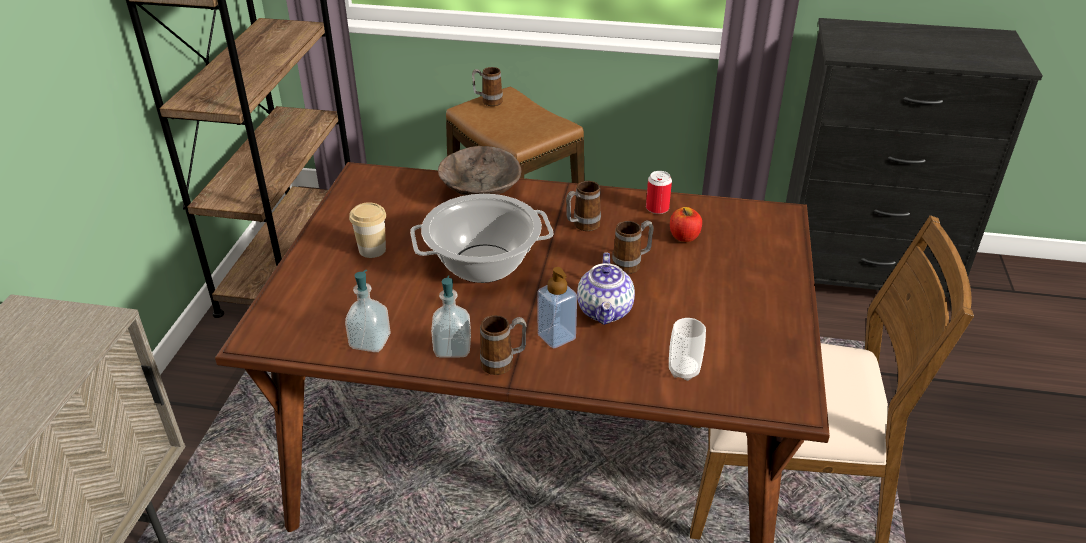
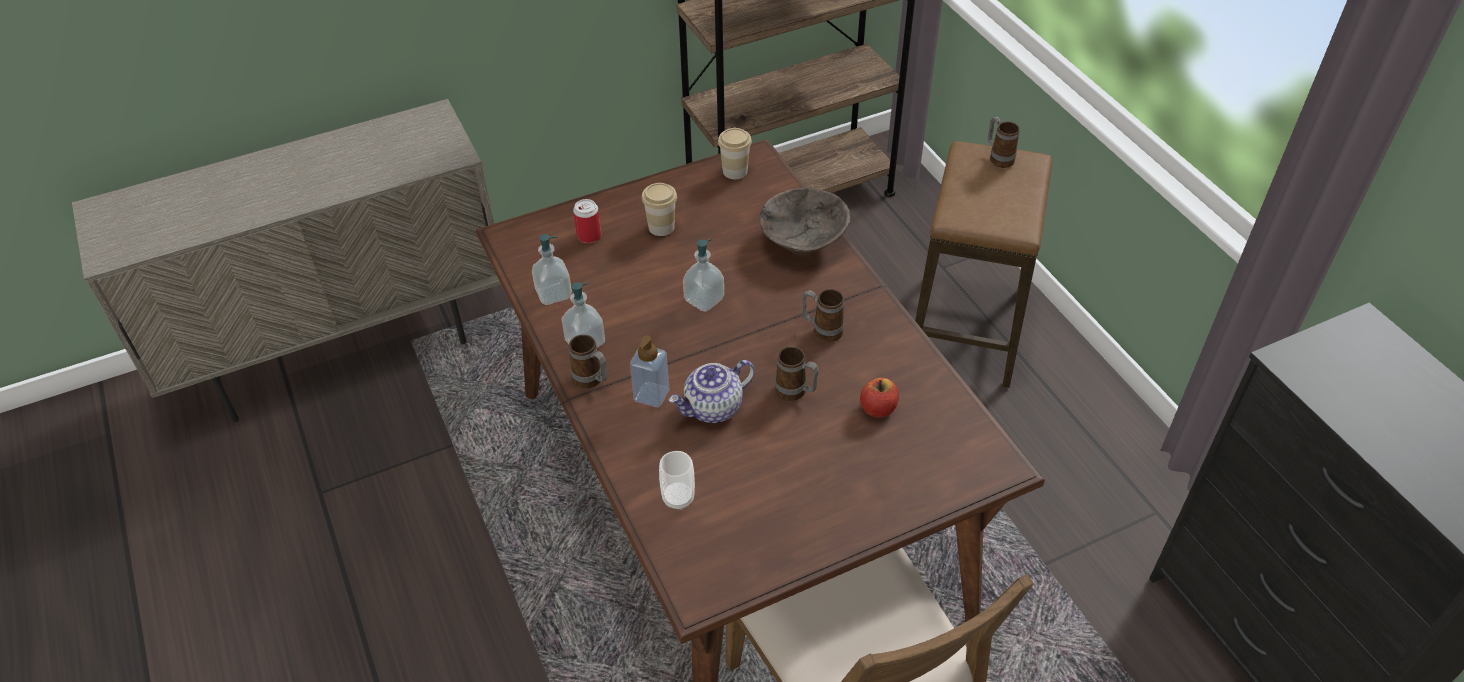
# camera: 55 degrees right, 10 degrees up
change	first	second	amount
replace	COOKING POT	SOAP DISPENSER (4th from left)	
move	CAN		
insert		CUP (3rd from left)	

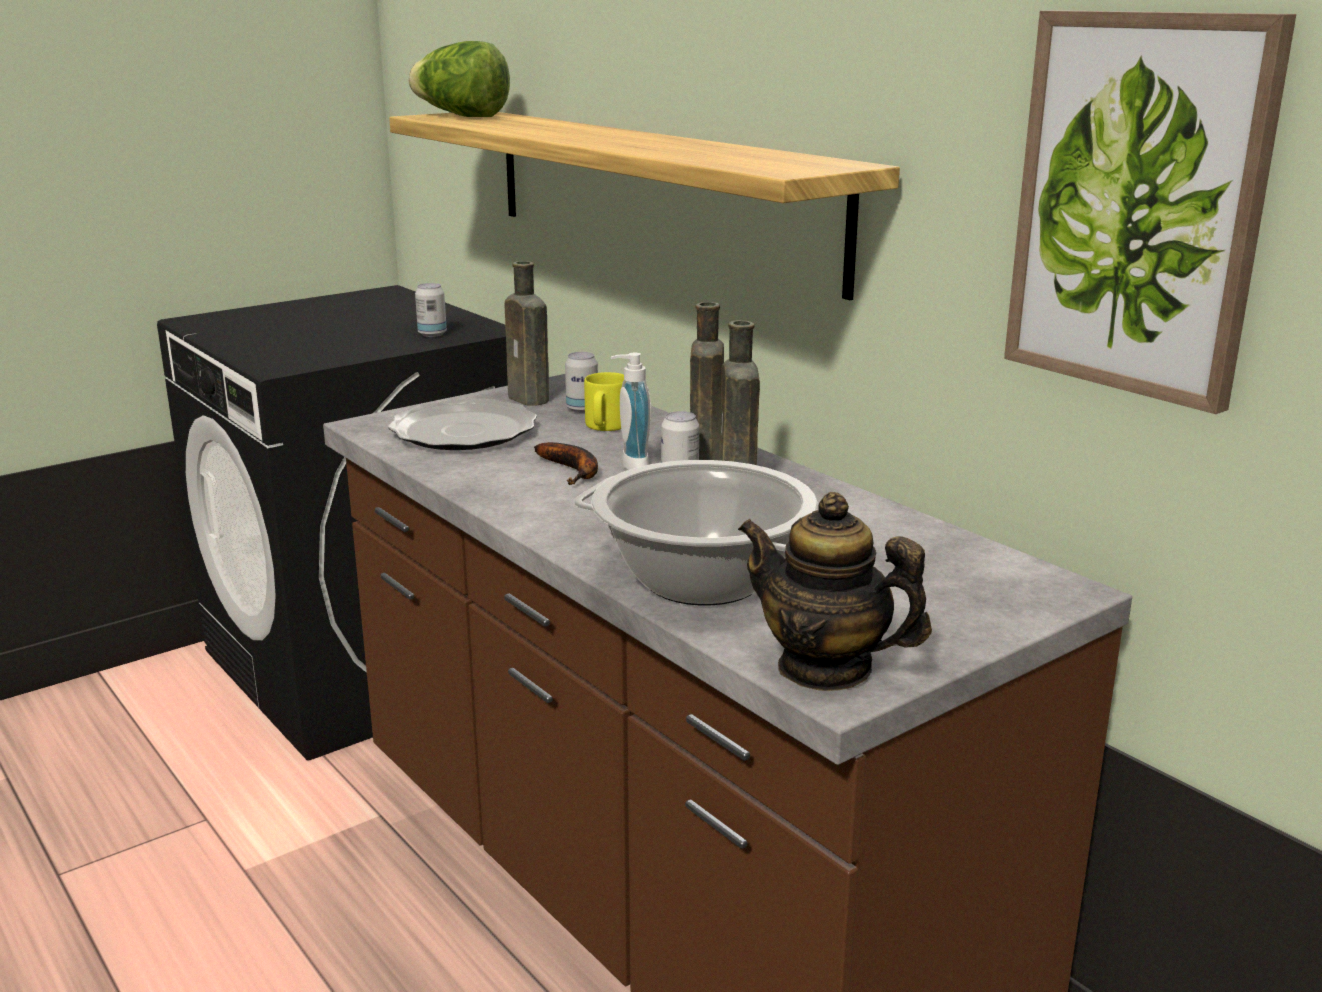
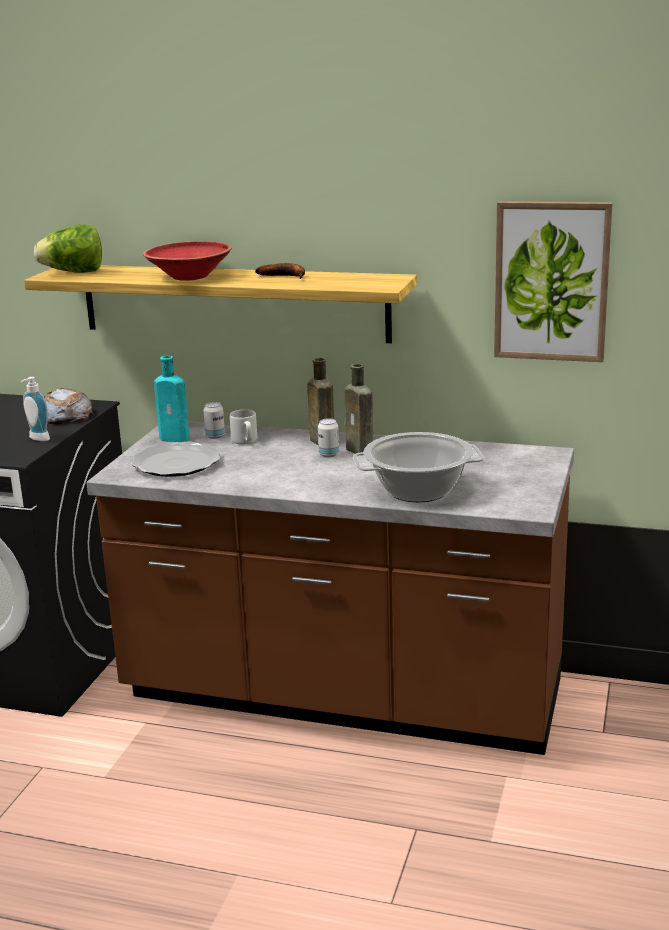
# camera: 35 degrees left, 0 degrees up
change	first	second	amount
replace	CAN (1st from left)	BREAD	
recolor	BROWN BOTTLE (1st from left)	TURQUOISE BOTTLE	
move	BANANA		
recolor	YELLOW MUG	GREY MUG	
move	SOAP DISPENSER		
delete	TEAPOT		
insert		RED BOWL	

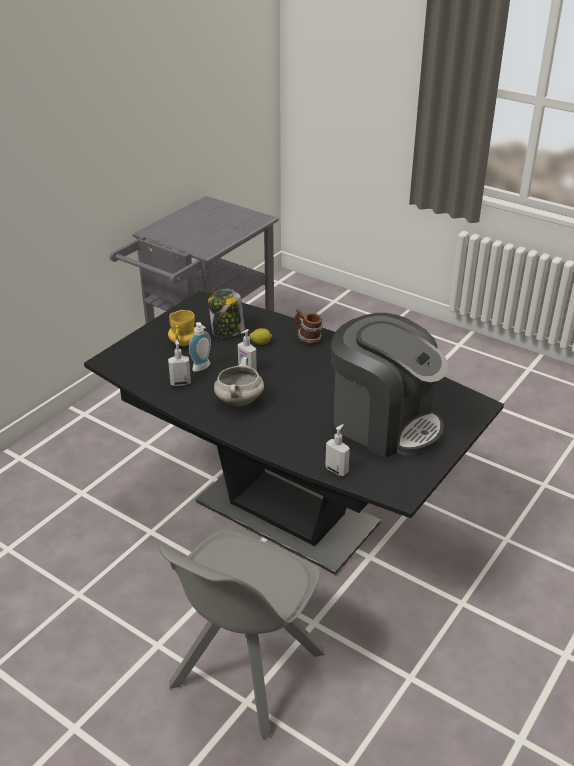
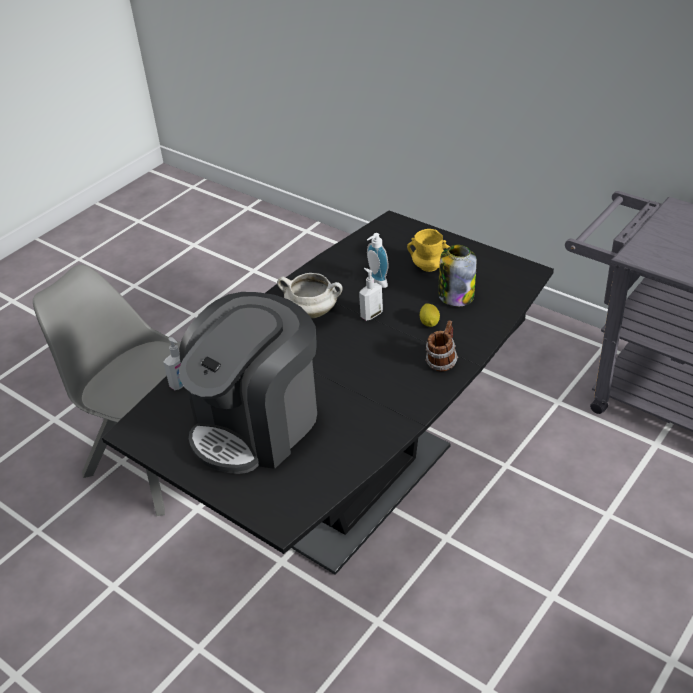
# camera: 95 degrees right, 5 degrees up
change	first	second	amount
delete	SOAP DISPENSER (1st from left)		

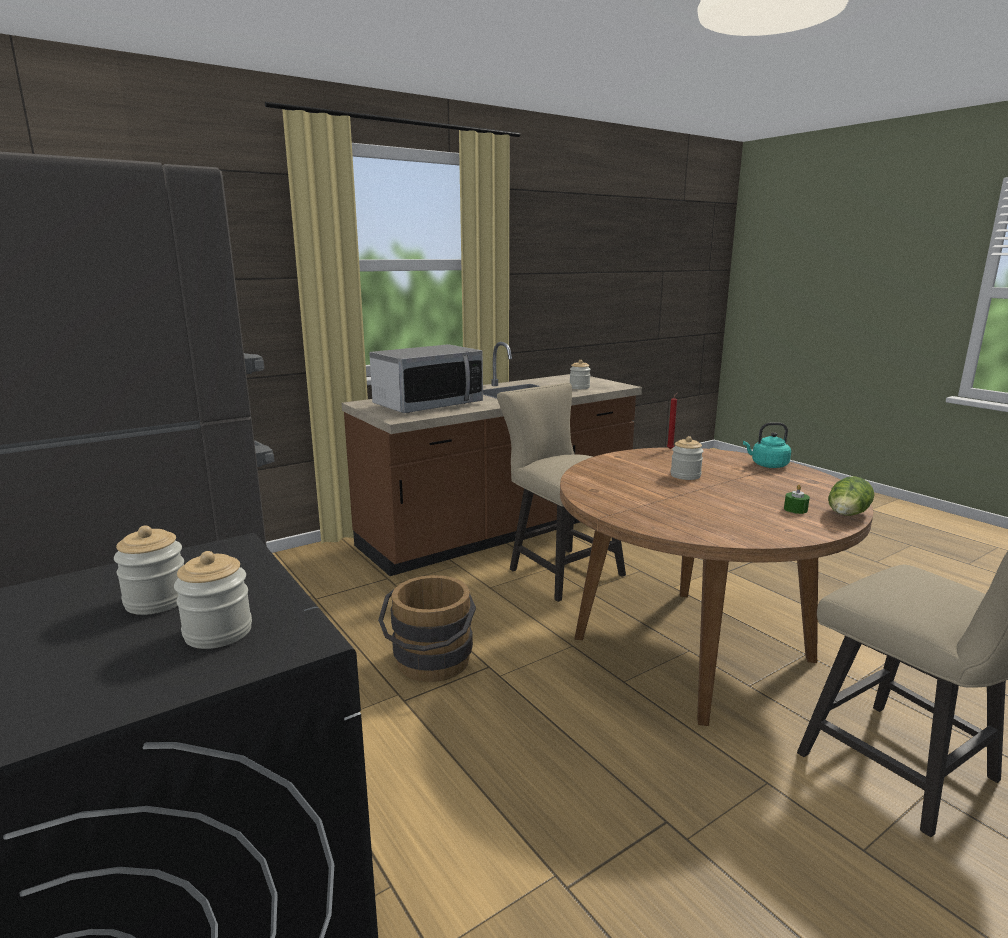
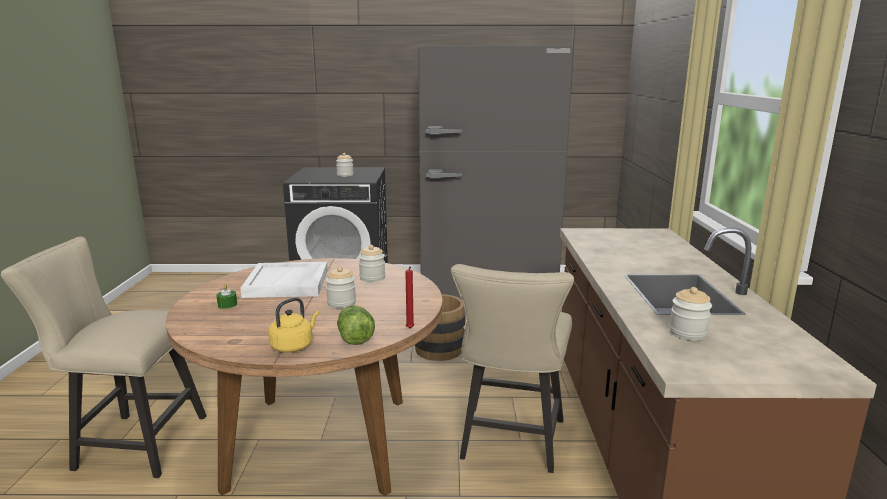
# camera: 125 degrees right, 0 degrees up
change	first	second	amount
move	JAR (2nd from left in the first image)	JAR (3rd from left)	
delete	MICROWAVE		
rotate	BEIGE CHAIR (1st from left in the first image)	BEIGE CHAIR (2nd from left)	105 degrees clockwise
recolor	TURQUOISE KETTLE	YELLOW KETTLE	
move	LETTUCE		
insert		WHITE TRAY	

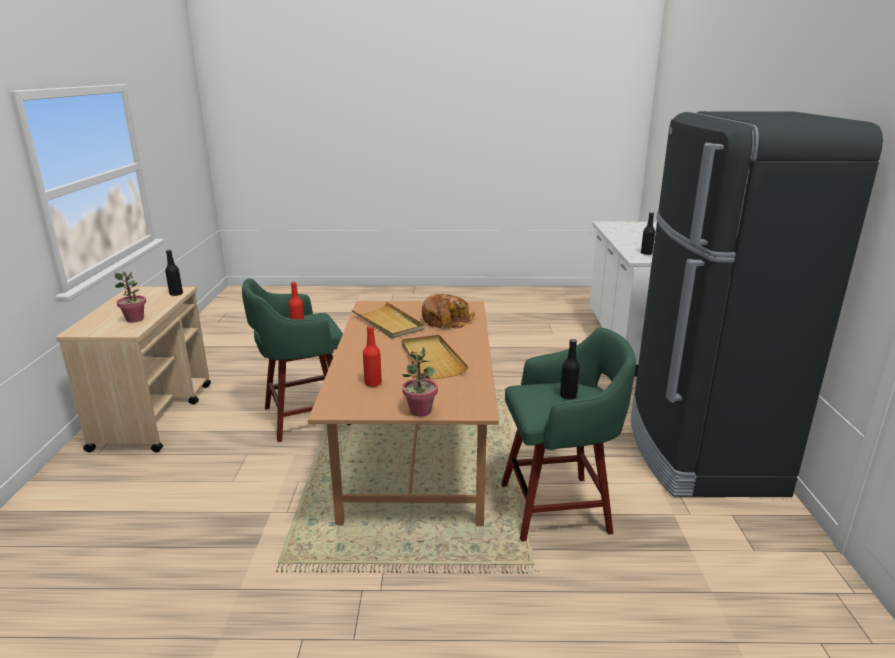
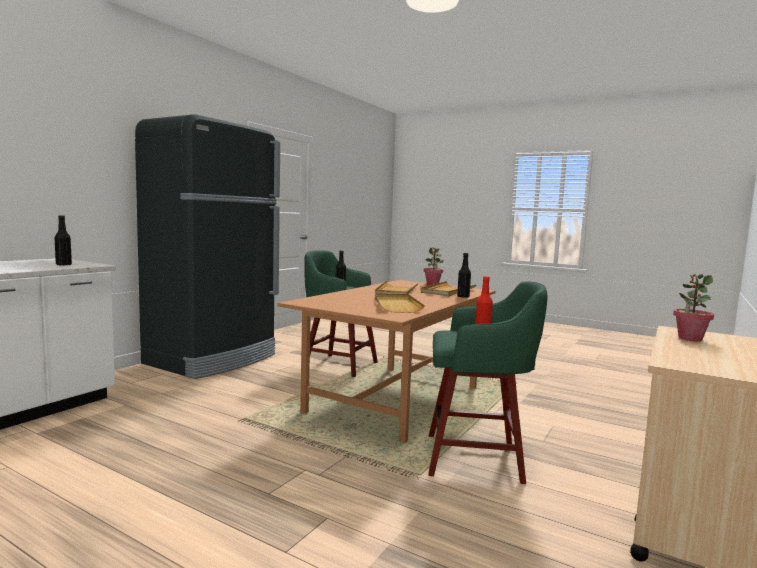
# camera: 150 degrees left, 15 degrees down
change	first	second	amount
move	BLACK BOTTLE (1st from left in the first image)	BLACK BOTTLE (3rd from left)	
replace	RED BOTTLE (2nd from left)	BEIGE TRAY (3rd from left)	
delete	BREAD		

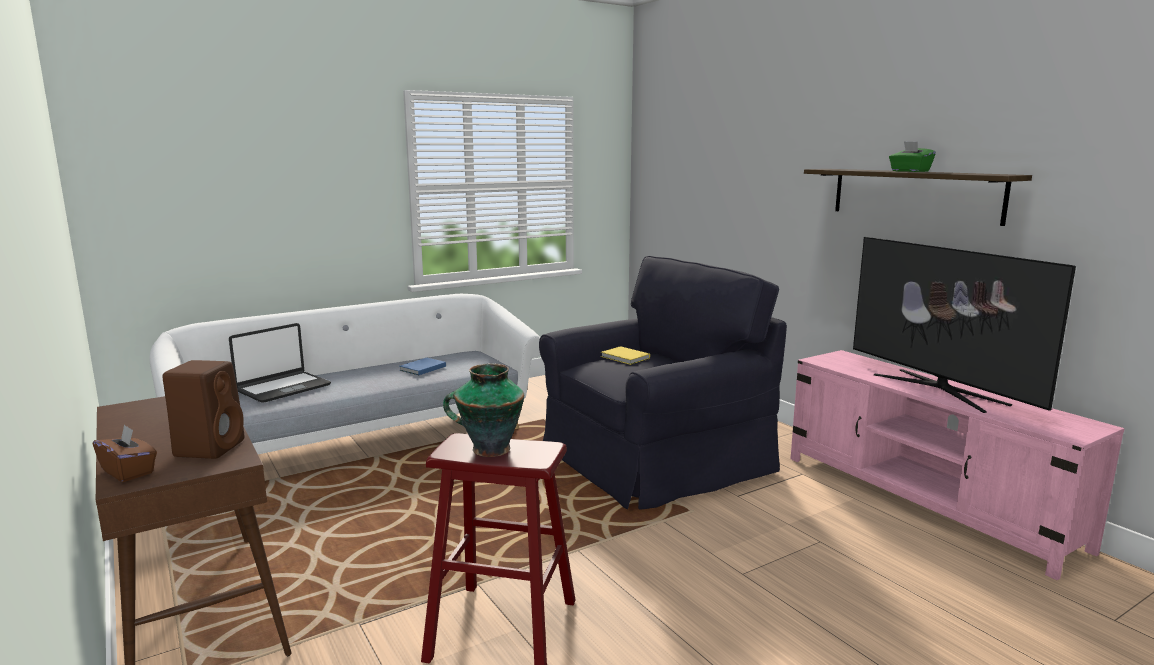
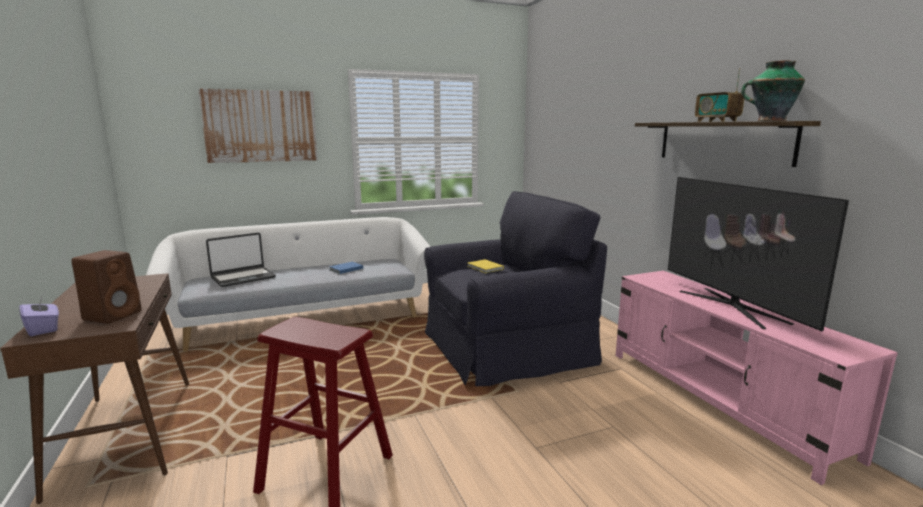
# camera: 10 degrees right, 0 degrees up
change	first	second	amount
recolor	BROWN TISSUE BOX	PURPLE TISSUE BOX	
move	VASE		
replace	GREEN TISSUE BOX	RADIO	
insert		PICTURE	

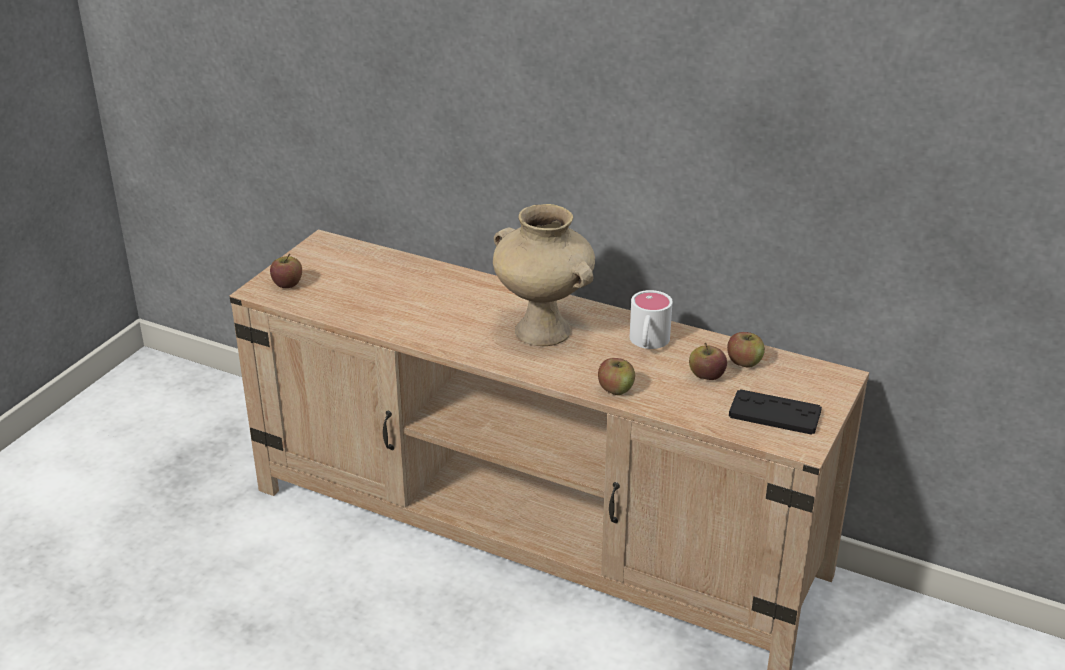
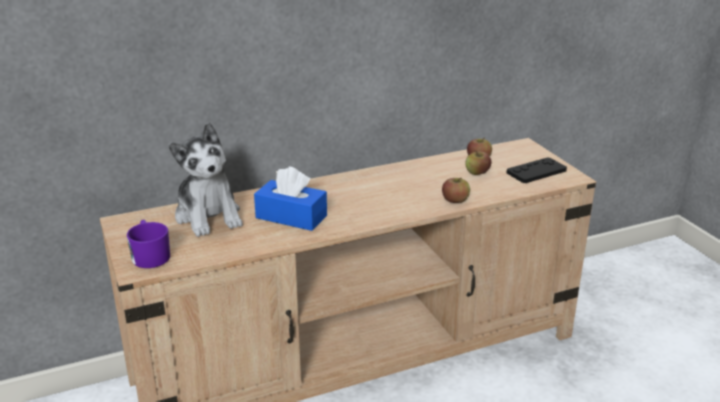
# camera: 50 degrees left, 5 degrees down
change	first	second	amount
replace	APPLE (1st from left)	PURPLE MUG	
delete	BEIGE VASE		
delete	WHITE MUG		
insert		PLUSH TOY	
insert		BLUE TISSUE BOX	

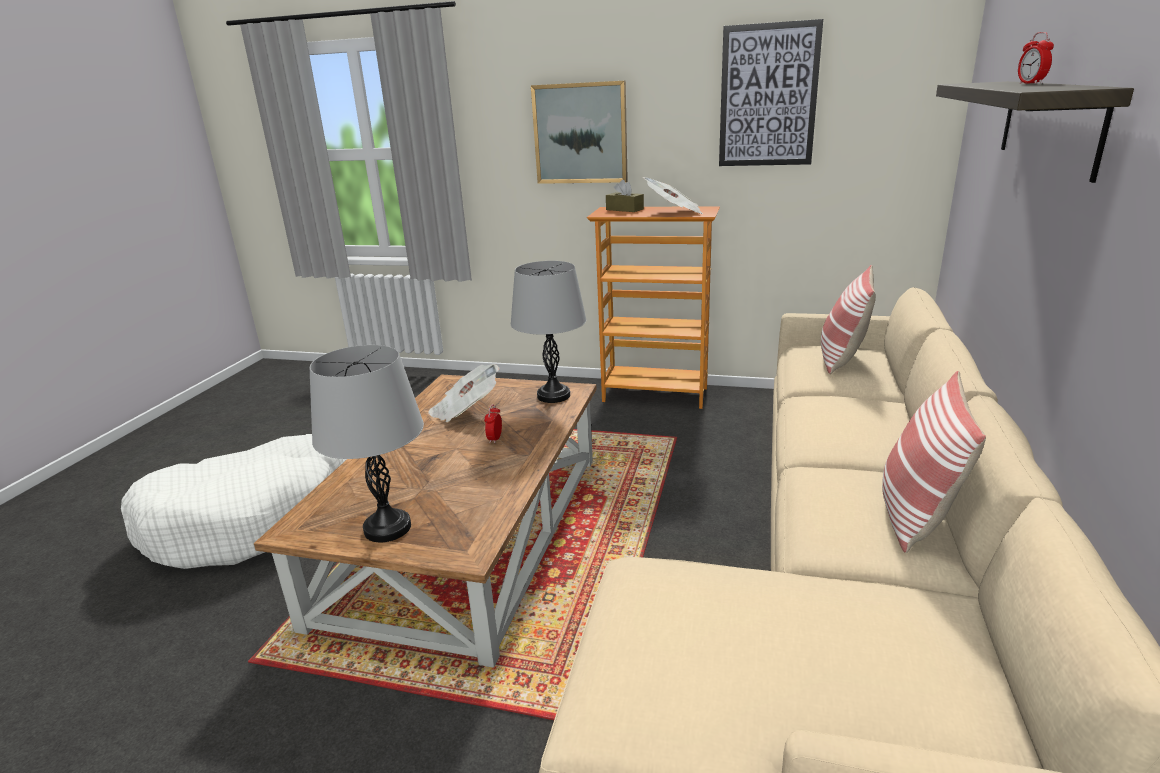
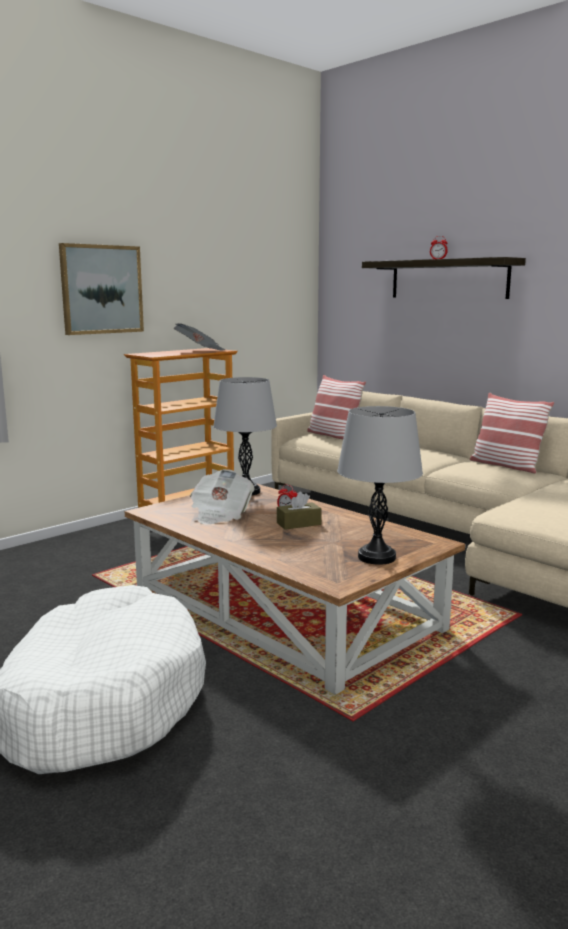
# camera: 60 degrees left, 10 degrees down
change	first	second	amount
move	BROWN TISSUE BOX		
delete	PICTURE (2nd from left)		

